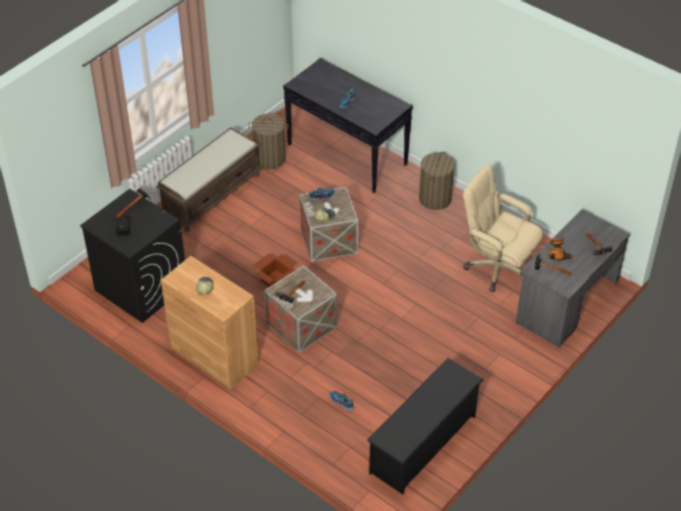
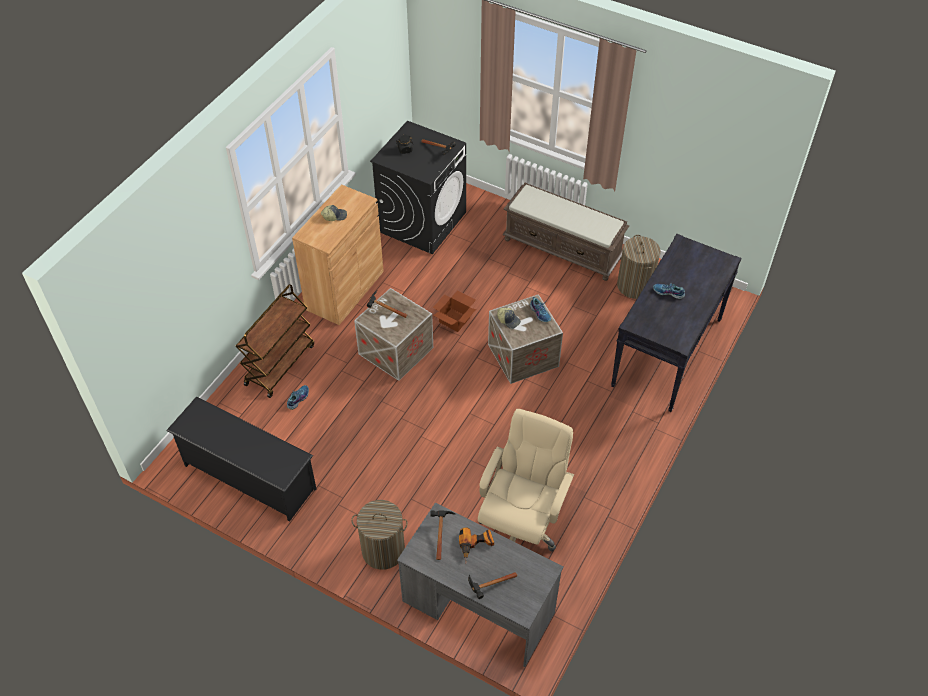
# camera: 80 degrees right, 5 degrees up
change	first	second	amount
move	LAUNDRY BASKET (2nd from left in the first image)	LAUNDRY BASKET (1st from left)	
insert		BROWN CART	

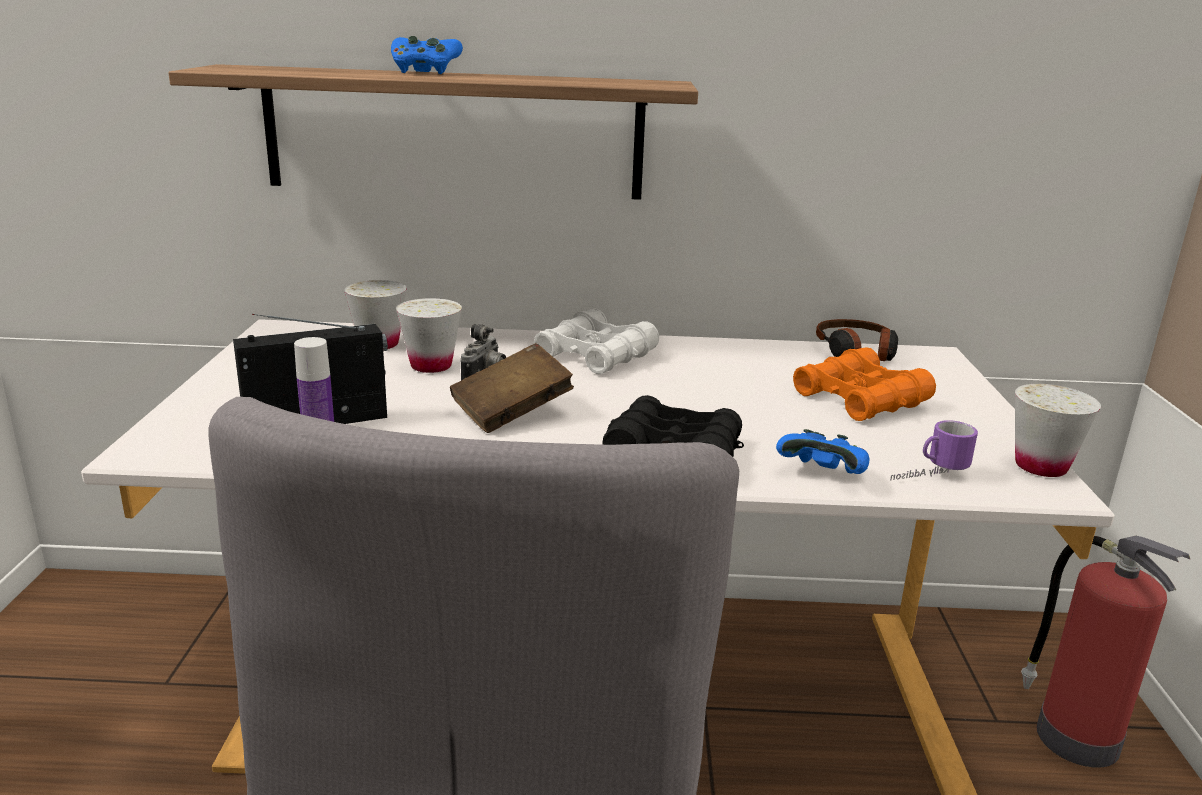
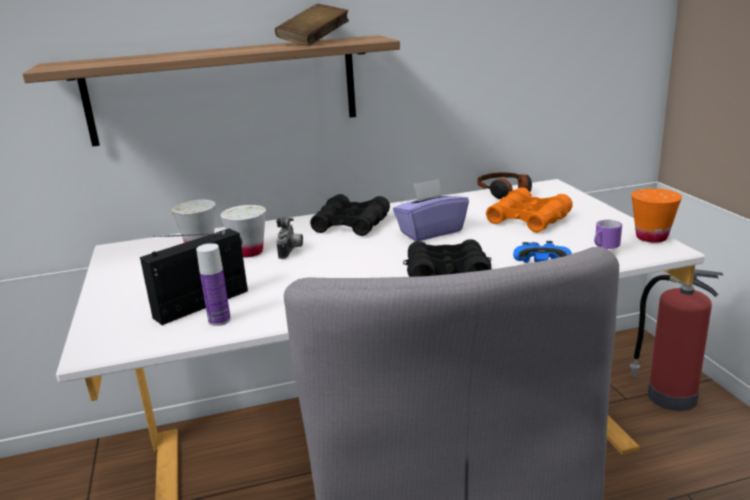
# camera: 15 degrees left, 0 degrees up
change	first	second	amount
delete	BLUE GAME CONTROLLER (1st from left)		
move	BROWN BOOK		
recolor	WHITE BINOCULARS	BLACK BINOCULARS (1st from left)	
recolor	WHITE CUP (3rd from left)	ORANGE CUP	
insert		PURPLE TISSUE BOX	

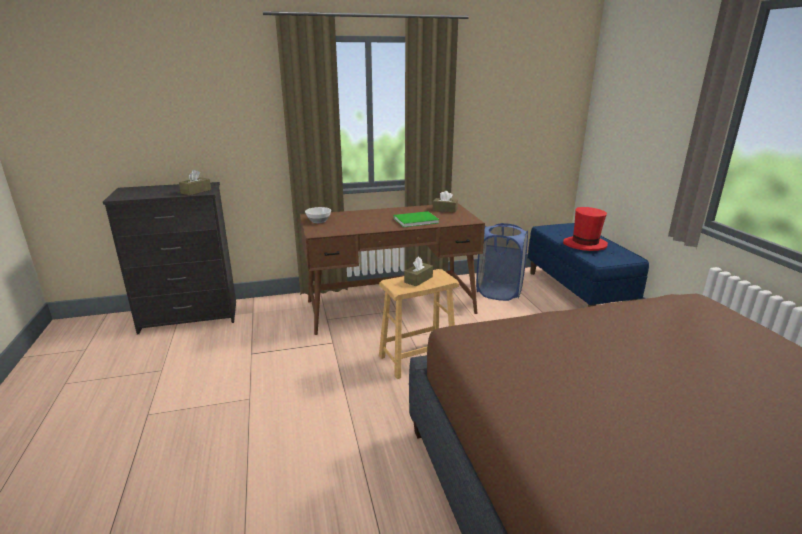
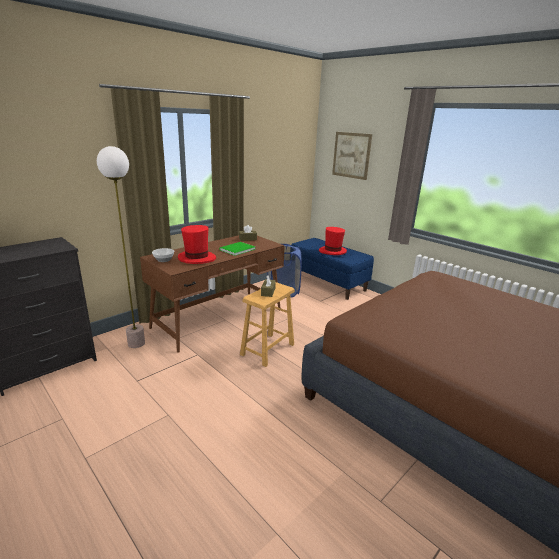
# camera: 30 degrees left, 0 degrees up
change	first	second	amount
delete	BROWN TISSUE BOX (1st from left)		
insert		FLOOR LAMP	
insert		RED HAT (1st from left)	
insert		PICTURE	

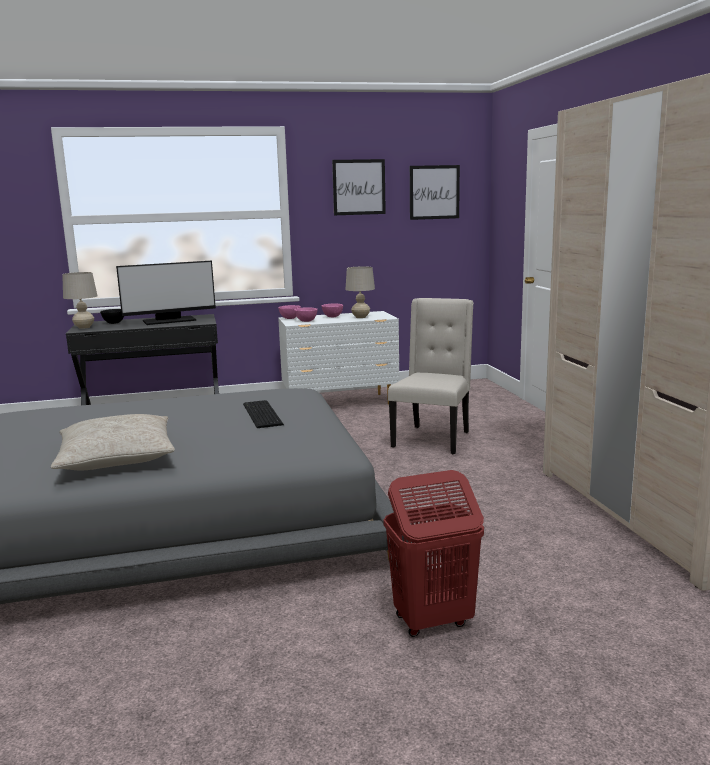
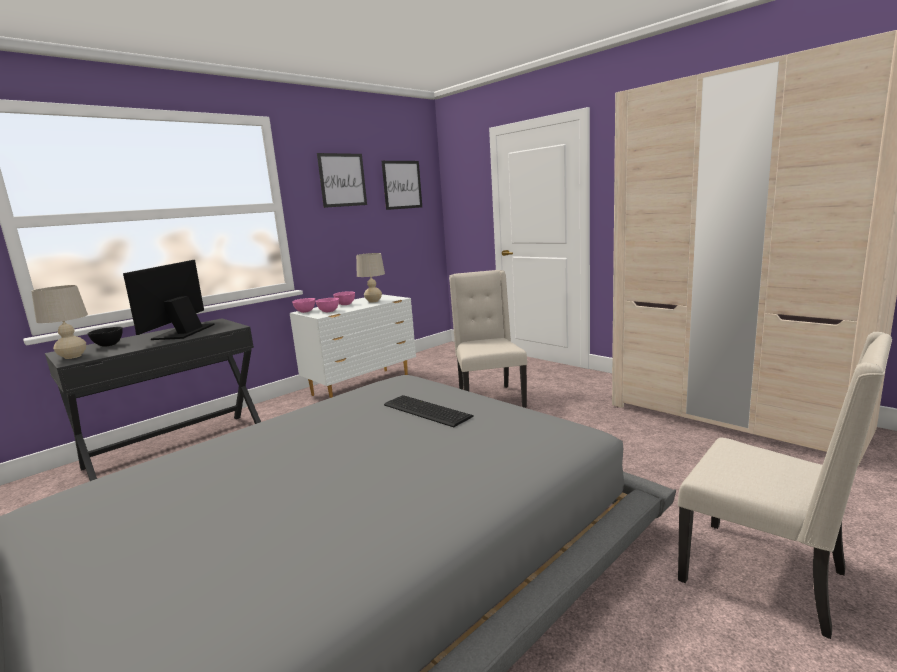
# camera: 30 degrees left, 0 degrees up
change	first	second	amount
delete	BEIGE PILLOW		
rotate	MONITOR		150 degrees clockwise
replace	RED LAUNDRY BASKET	BEIGE CHAIR (2nd from left)	

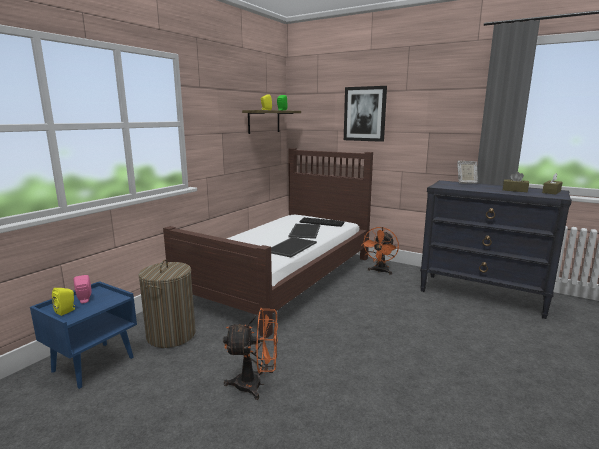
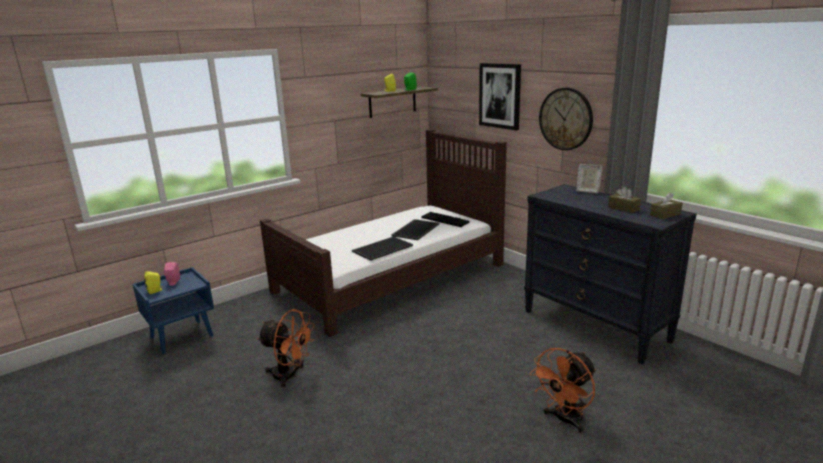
# camera: 20 degrees right, 5 degrees up
change	first	second	amount
delete	LAUNDRY BASKET		
move	ORANGE FAN (2nd from left)		
insert		WALL CLOCK	

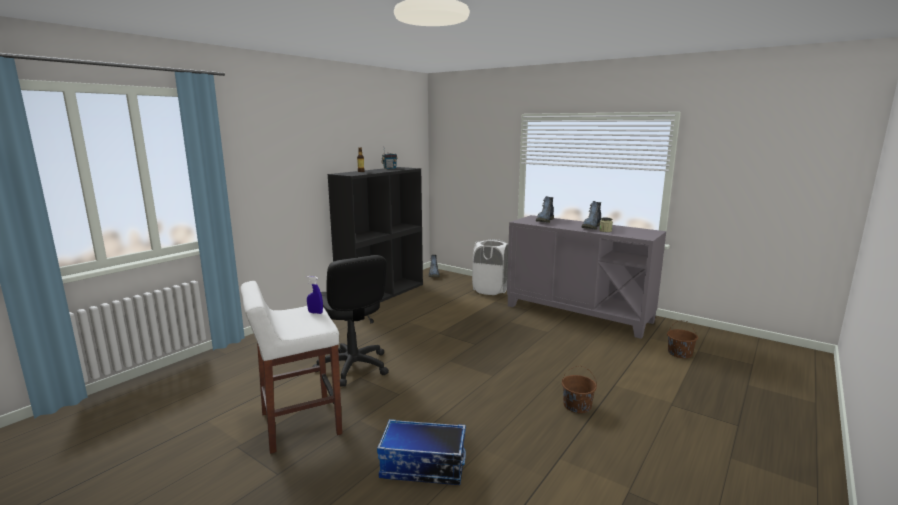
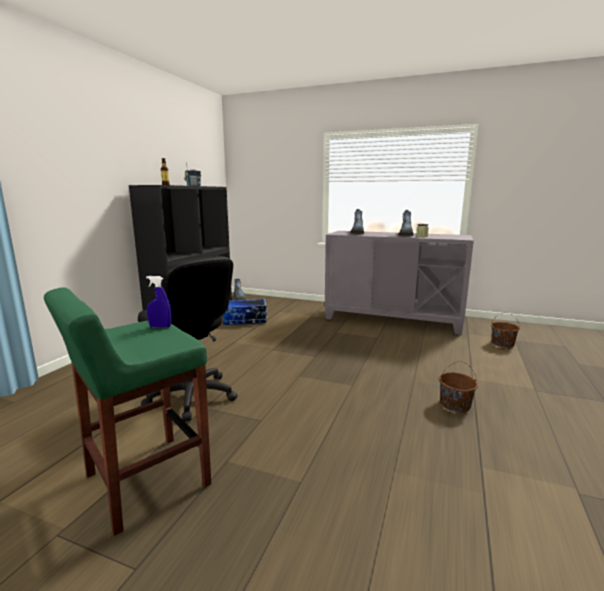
# camera: 15 degrees left, 0 degrees up
change	first	second	amount
recolor	WHITE STOOL	GREEN STOOL	
move	STORAGE BOX		
delete	WHITE LAUNDRY BASKET		

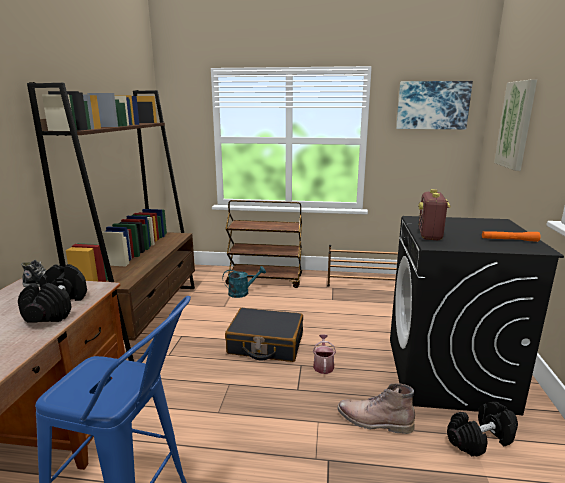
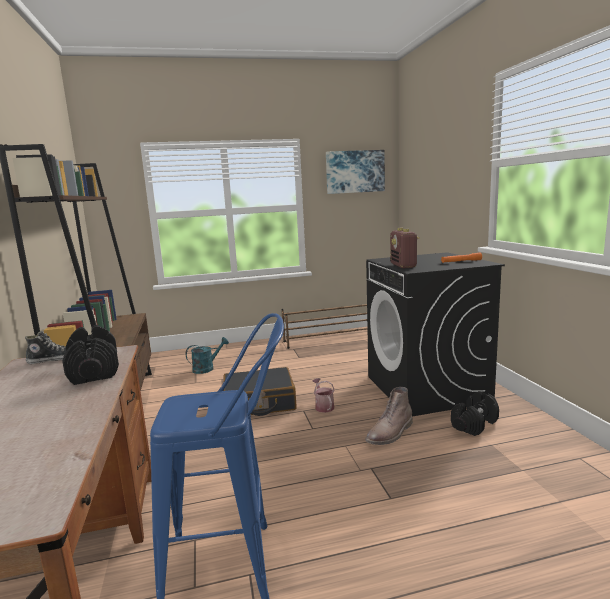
# camera: 20 degrees left, 5 degrees down
change	first	second	amount
delete	BROWN CART		
rotate	BROWN BOOT		45 degrees counterclockwise
delete	PICTURE (2nd from left)		

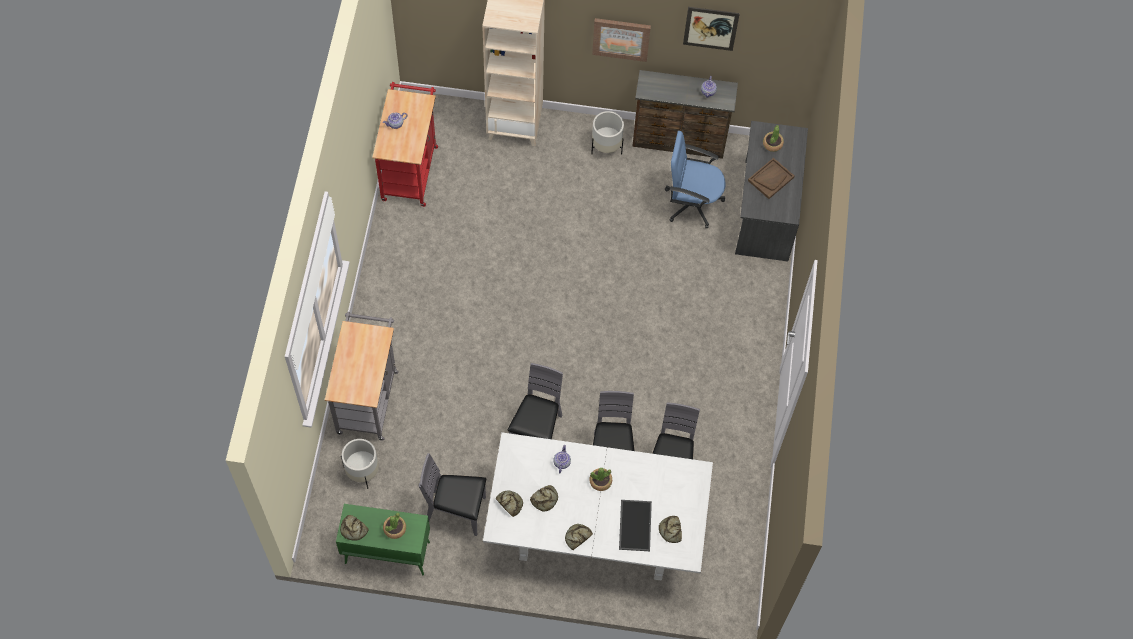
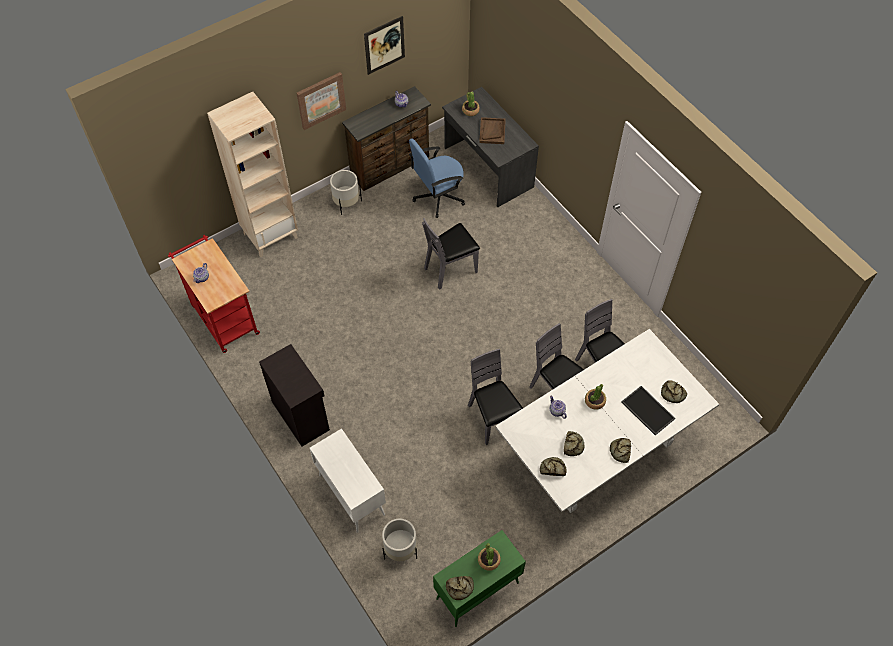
# camera: 40 degrees left, 5 degrees down
change	first	second	amount
replace	GREY CART	WHITE CABINET	
move	GREY CHAIR (1st from left)		
insert		BLACK CABINET	

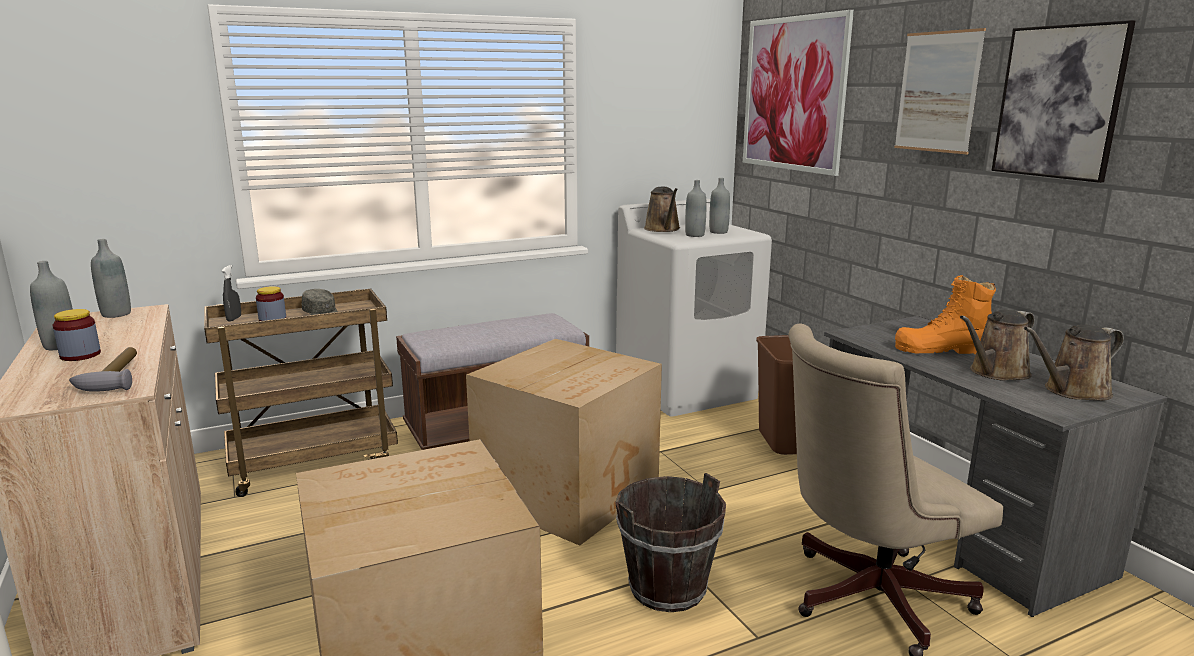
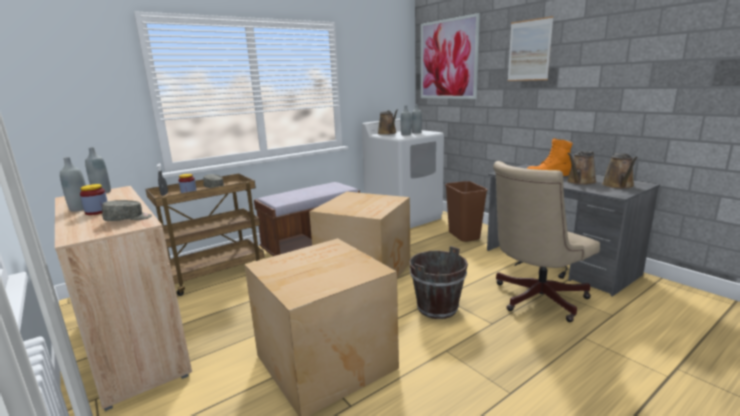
# camera: 10 degrees left, 0 degrees up
change	first	second	amount
replace	HAMMER	GREY CAP (1st from left)	
delete	PICTURE (3rd from left)		
rotate	BROWN WATERING CAN (3rd from left)		45 degrees counterclockwise

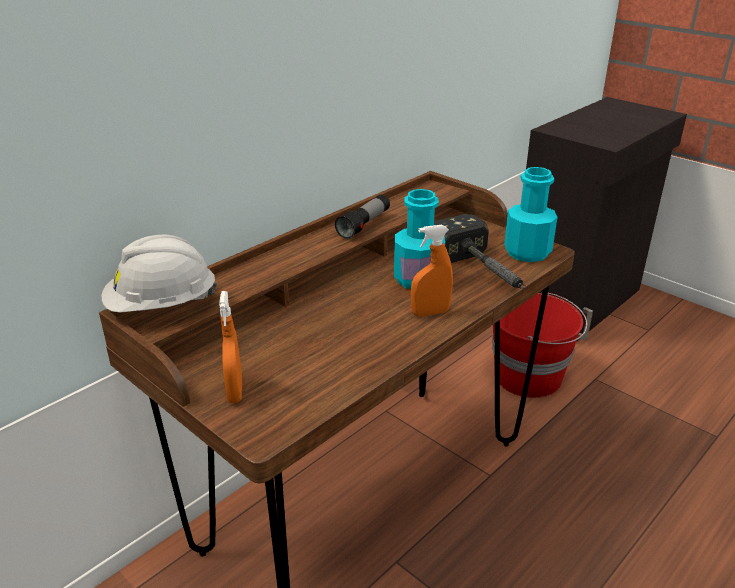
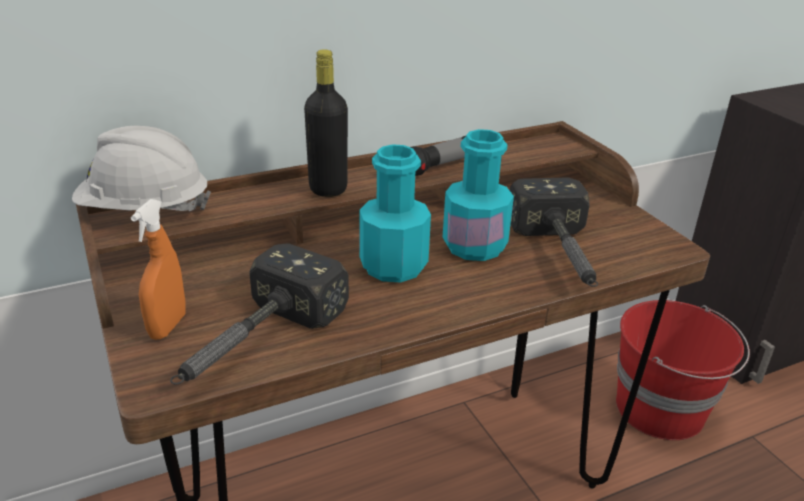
# camera: 20 degrees right, 0 degrees up
change	first	second	amount
delete	ORANGE SPRAY BOTTLE (2nd from left)		
move	TURQUOISE BOTTLE (2nd from left in the first image)	TURQUOISE BOTTLE (1st from left)	
insert		HAMMER (1st from left)	
insert		BLACK BOTTLE	

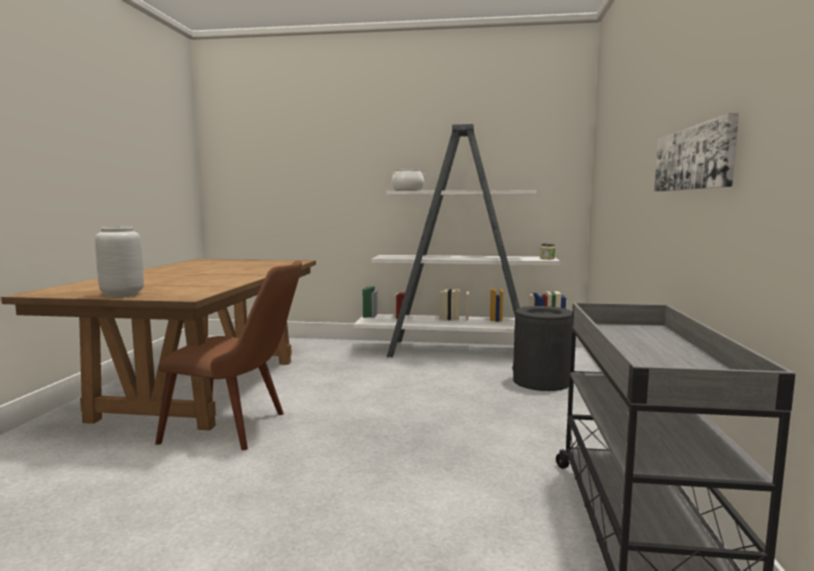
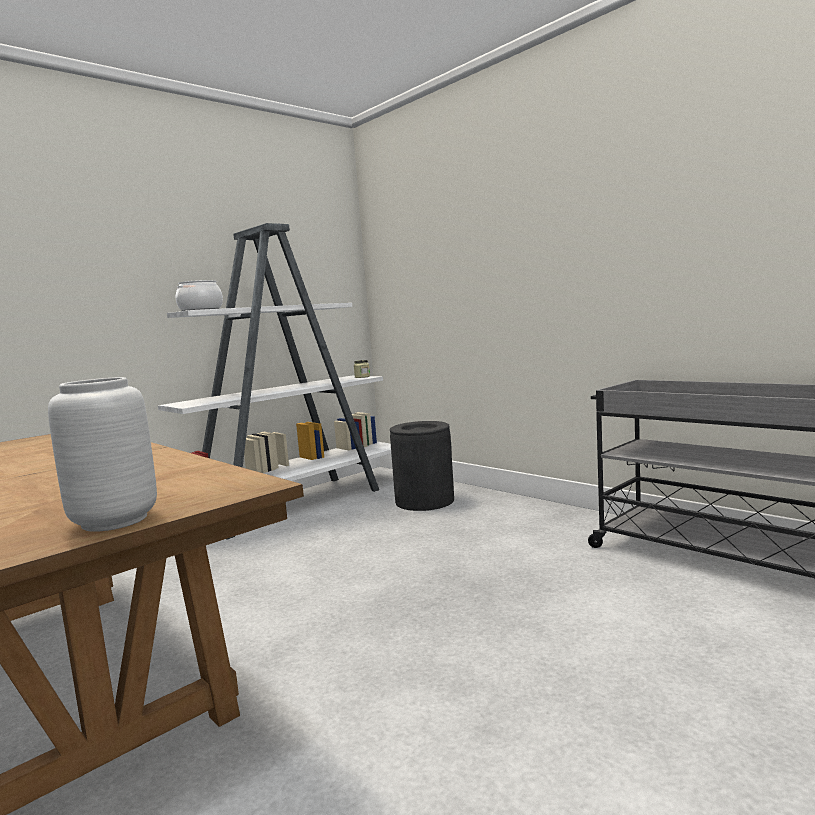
# camera: 50 degrees left, 0 degrees up
change	first	second	amount
delete	BROWN CHAIR		
delete	PICTURE		

